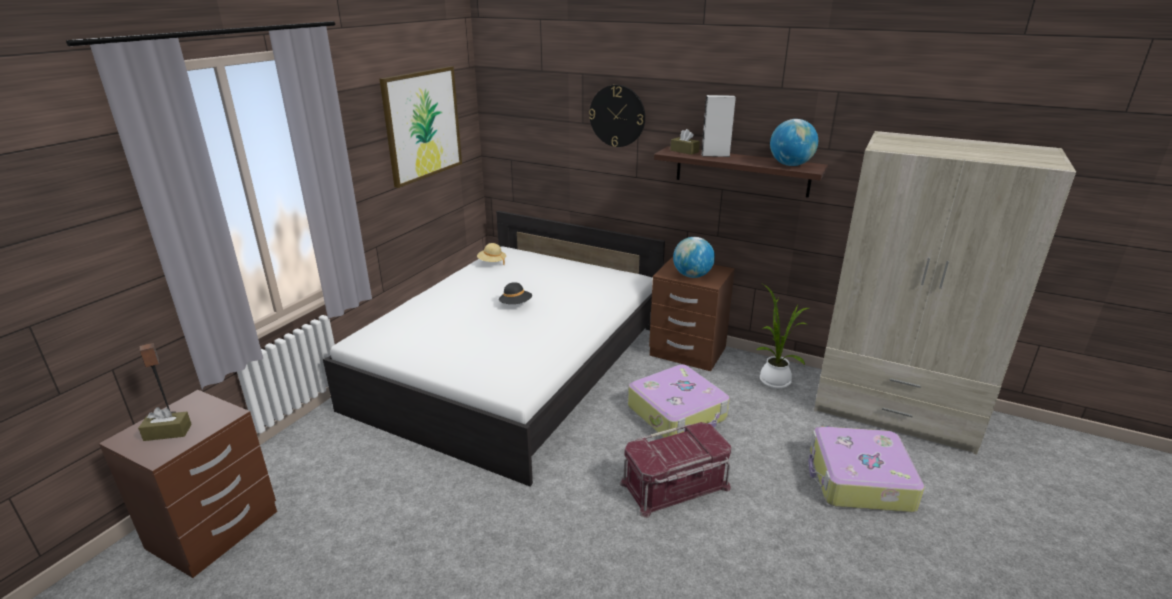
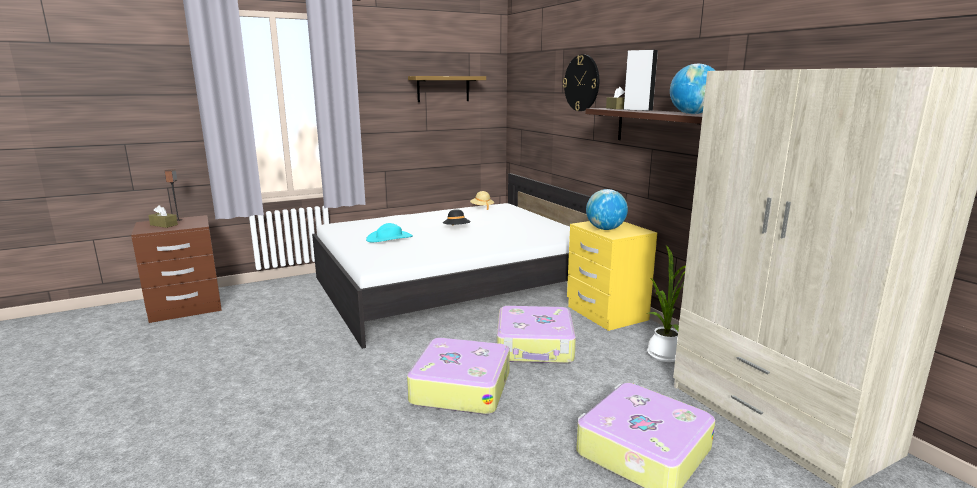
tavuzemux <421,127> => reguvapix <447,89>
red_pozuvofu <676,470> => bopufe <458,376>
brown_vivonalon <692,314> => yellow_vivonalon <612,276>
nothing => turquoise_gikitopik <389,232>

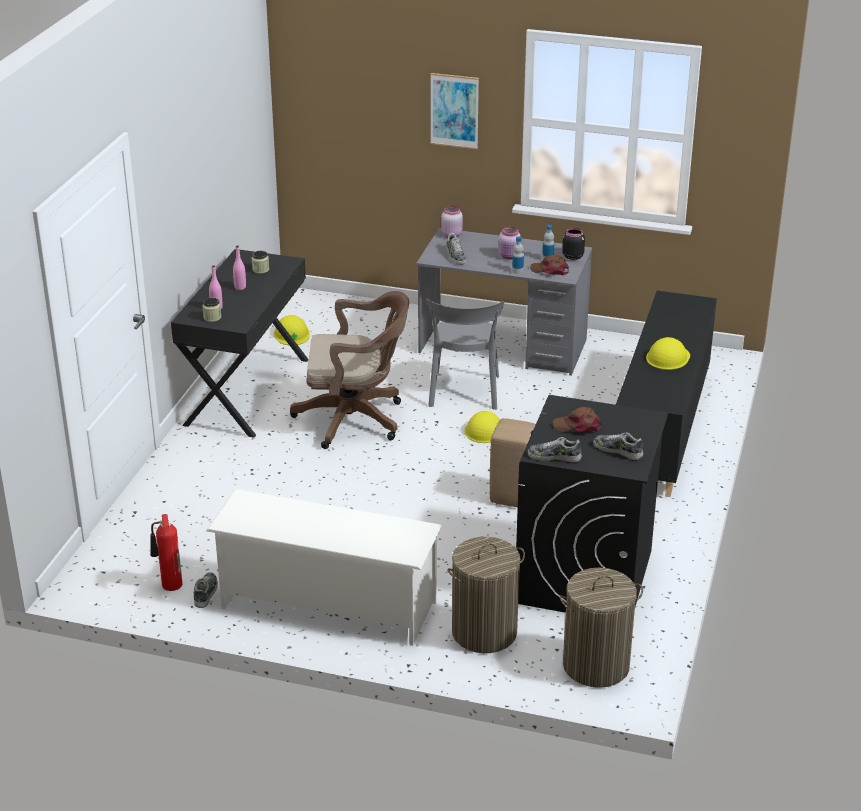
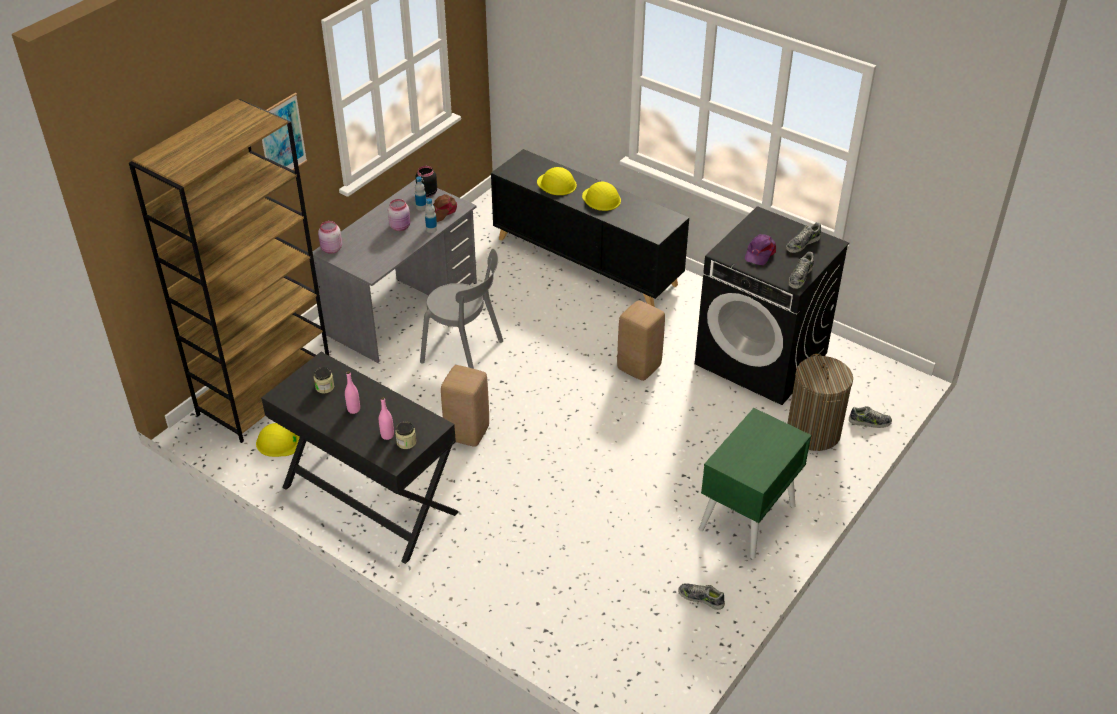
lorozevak <166,552> => nothing
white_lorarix <324,567> => green_vivonalon <755,483>
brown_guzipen <349,370> => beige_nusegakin <465,406>
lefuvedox <456,249> => lefuvedox <870,417>, relocated
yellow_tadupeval <482,427> => yellow_tadupeval <557,181>, relocated
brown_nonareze <577,419> => purple_nonareze <760,249>
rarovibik <601,628> => nothing
nothing => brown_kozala <229,271>

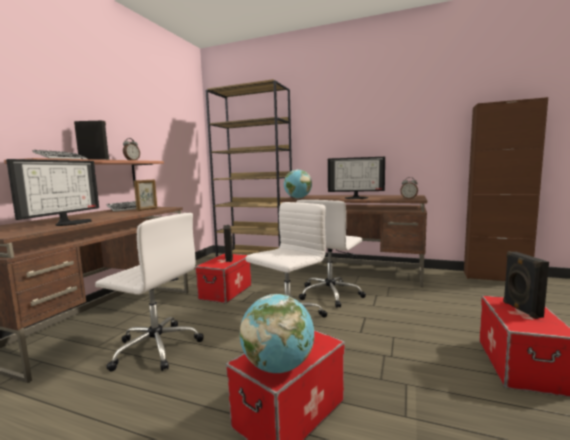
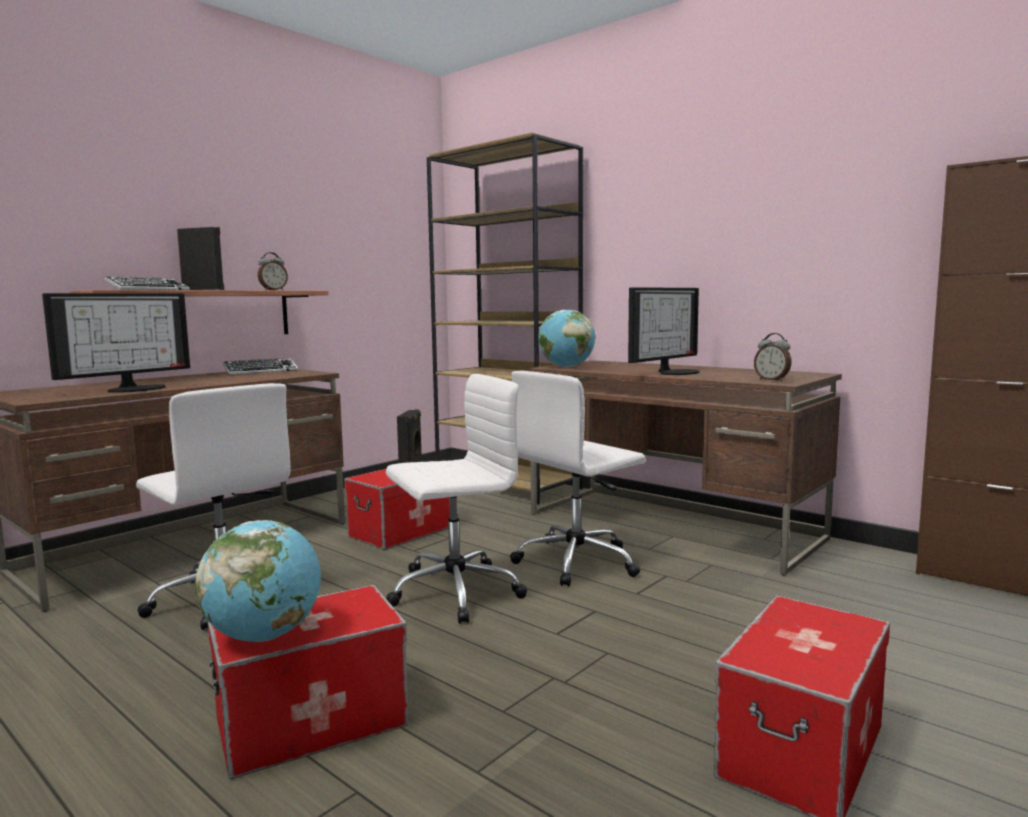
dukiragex <145,195> => nothing
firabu <356,178> => firabu <663,331>, 75 degrees counterclockwise
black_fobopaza <526,285> => nothing

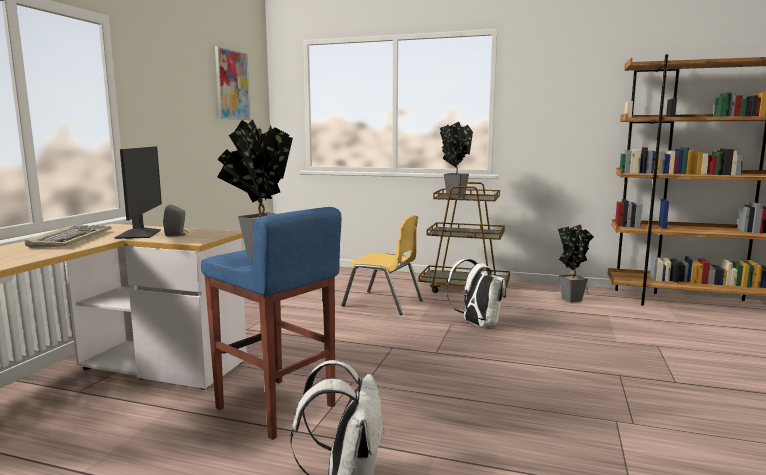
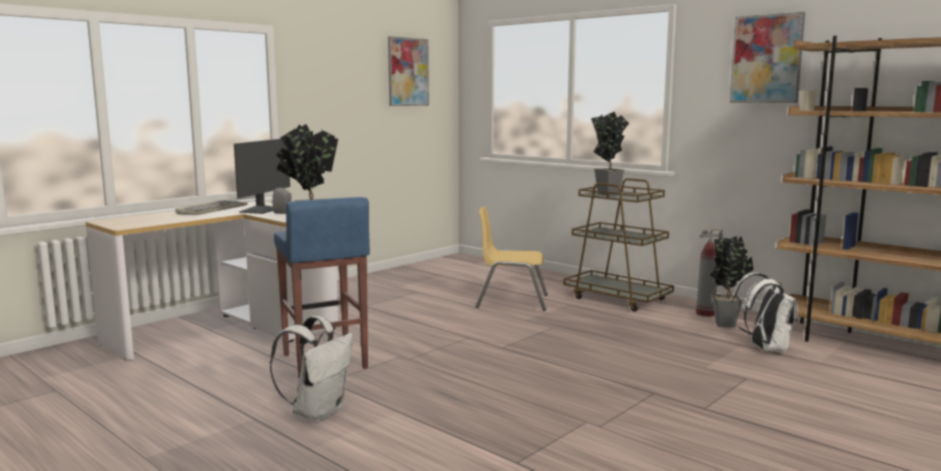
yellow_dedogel <382,265> => yellow_dedogel <512,259>, 135 degrees clockwise
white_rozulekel <476,293> => white_rozulekel <764,313>, relocated
nothing => lorozevak <709,273>
nothing => tavuzemux <767,57>

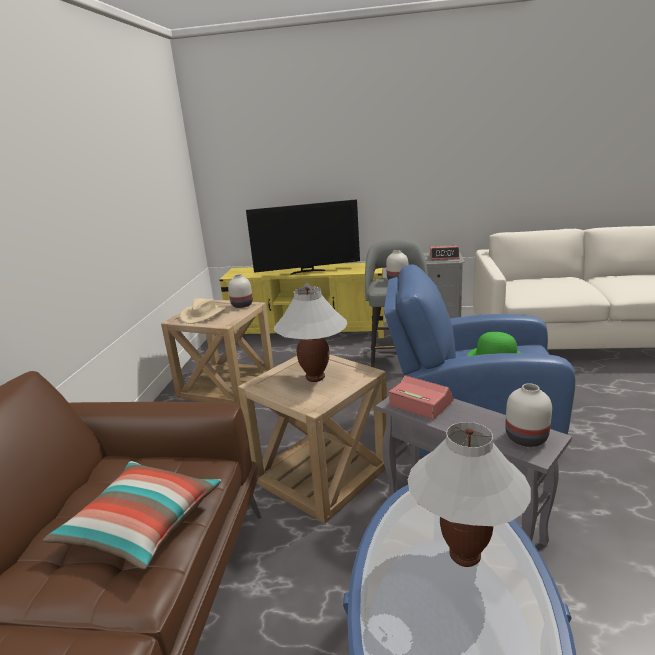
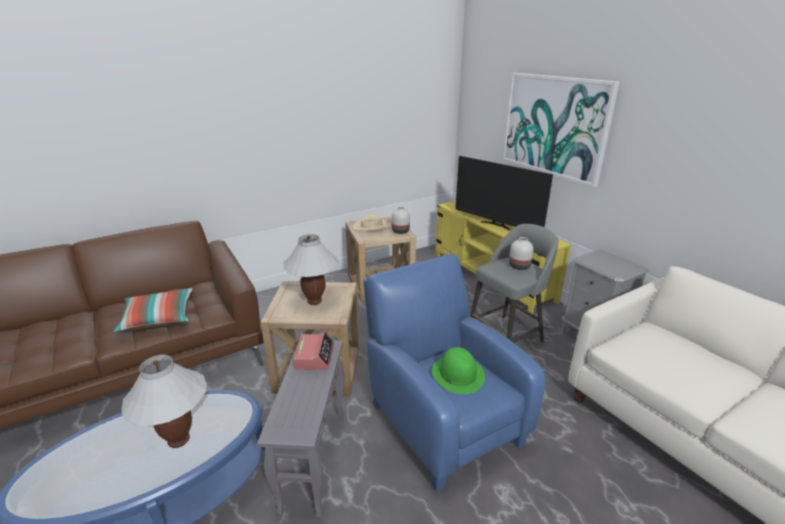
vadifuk <445,253> => nothing
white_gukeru <528,415> => nothing
nothing => tavuzemux <561,130>

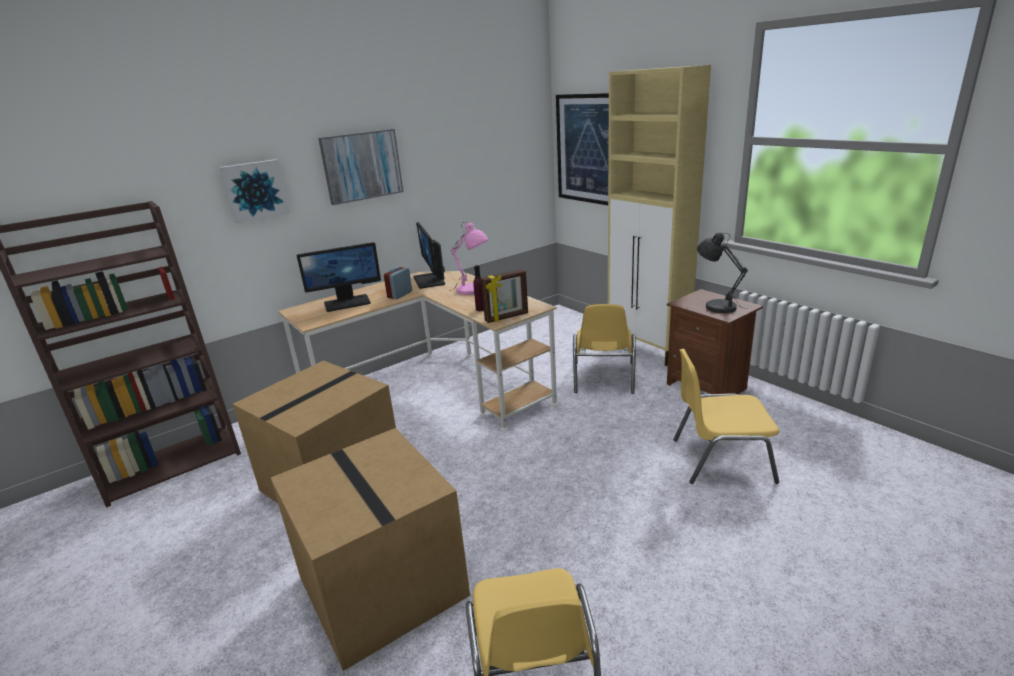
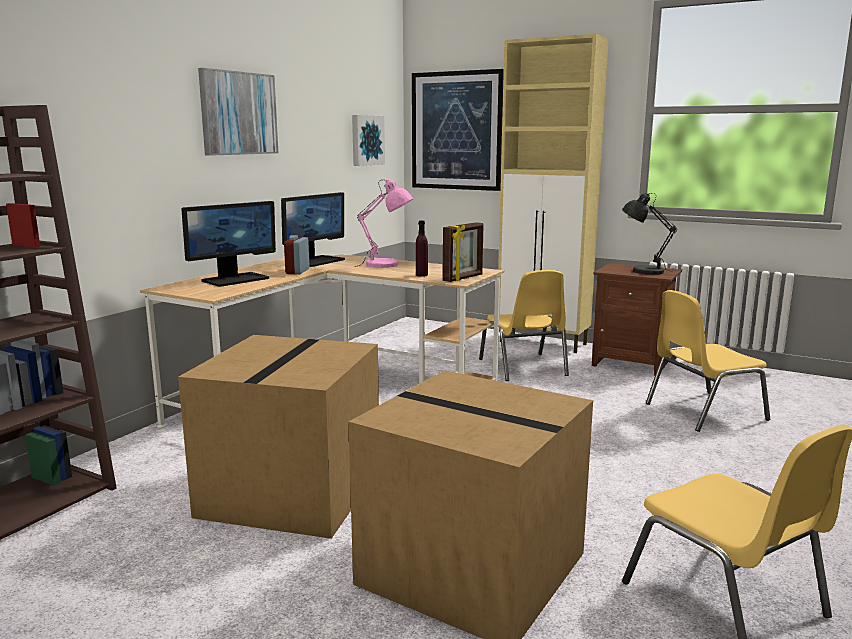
tavuzemux <254,191> => tavuzemux <368,140>, relocated
firabu <429,255> => firabu <313,229>, 105 degrees counterclockwise

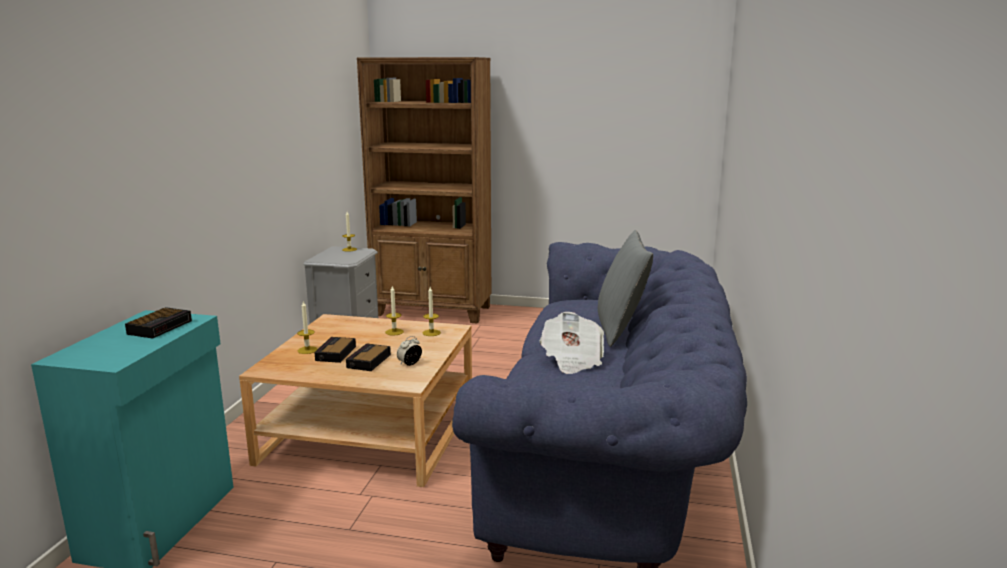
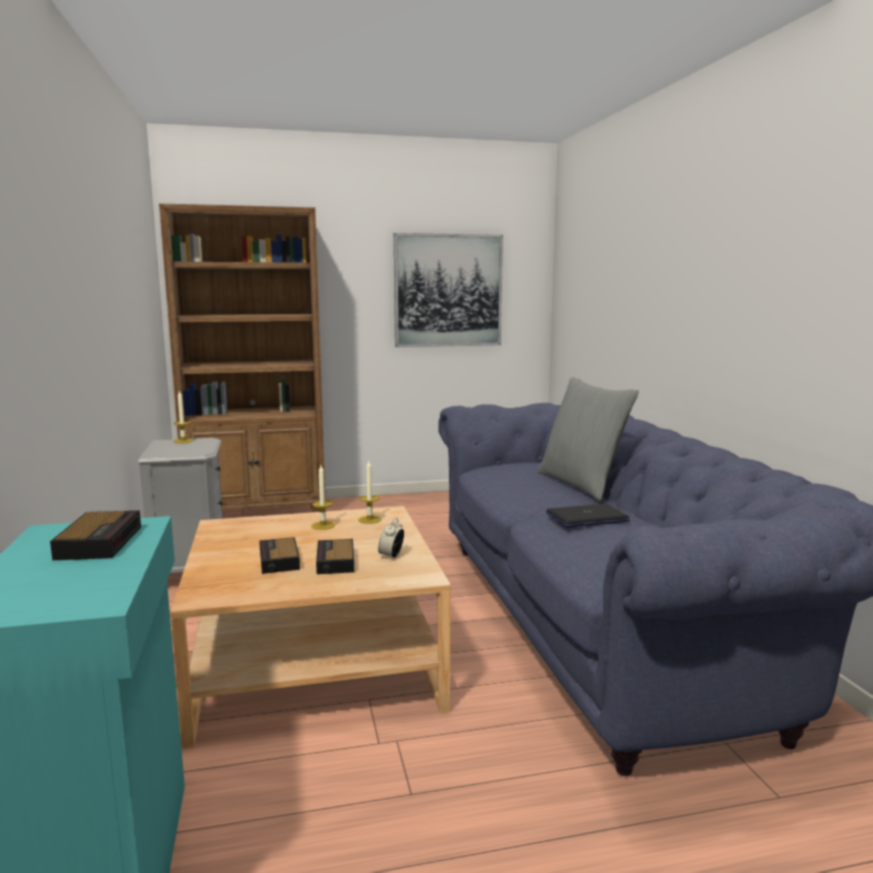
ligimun <307,328> => nothing
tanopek <572,343> => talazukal <588,515>
nothing => tavuzemux <448,290>

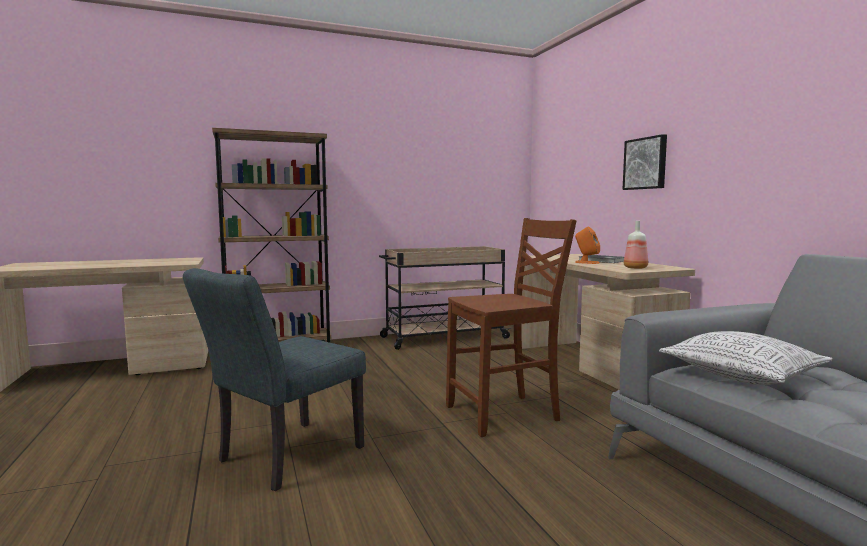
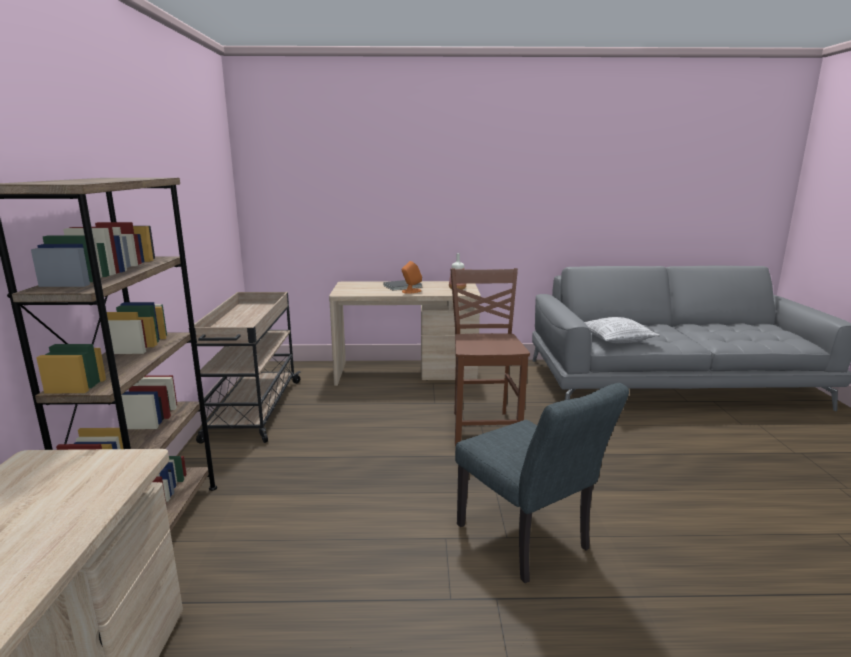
tavuzemux <644,162> => nothing

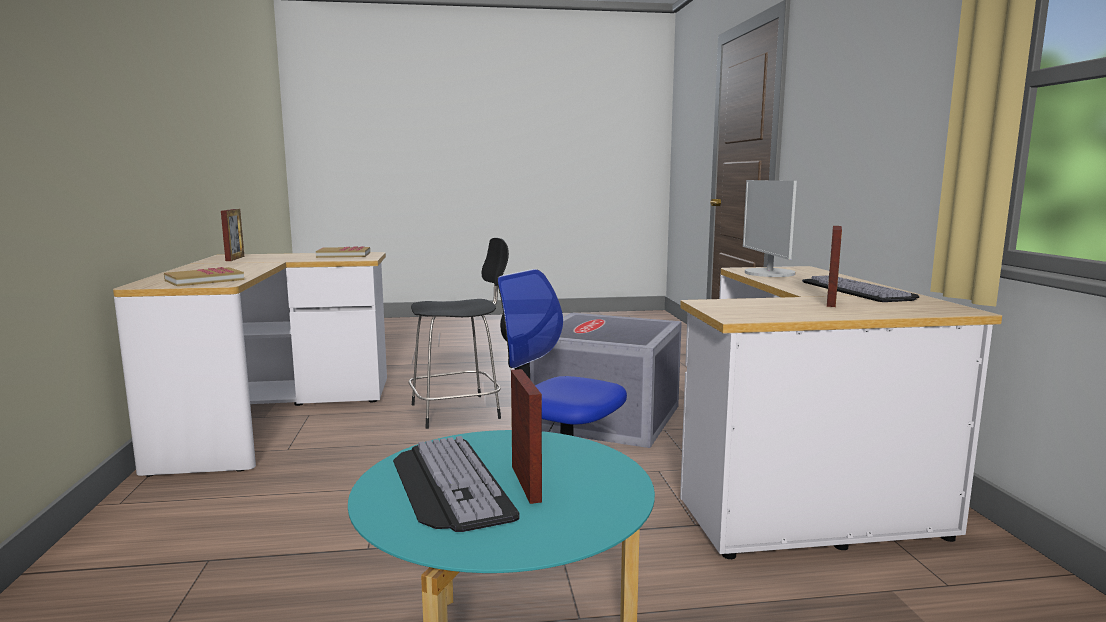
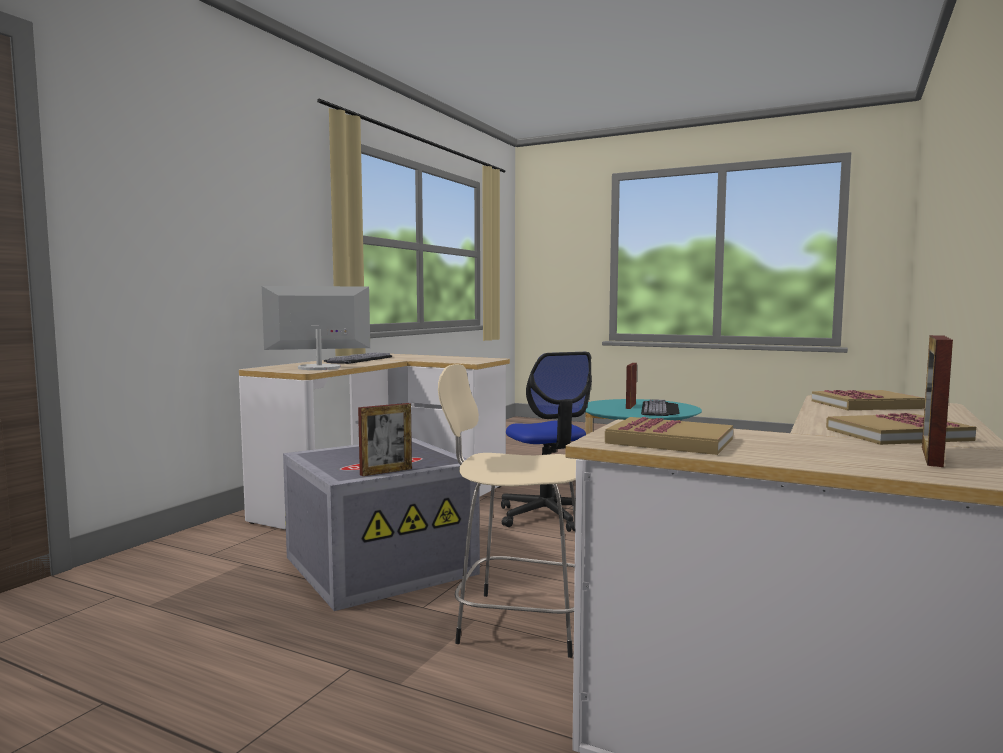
black_nusegakin <458,333> => beige_nusegakin <507,511>
firabu <770,228> => firabu <316,328>, 135 degrees counterclockwise
dukiragex <834,266> => dukiragex <385,439>, relocated
nothing => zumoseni <901,429>

